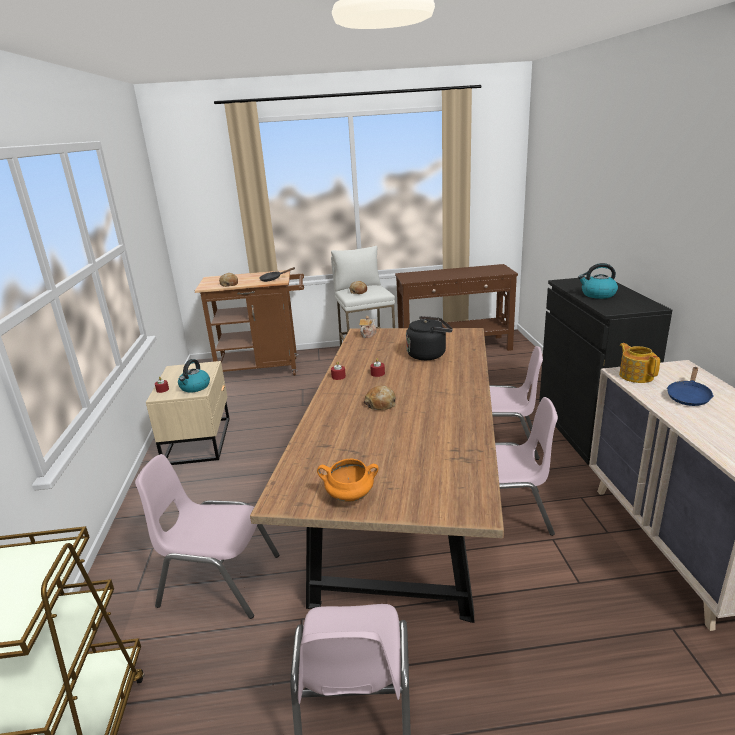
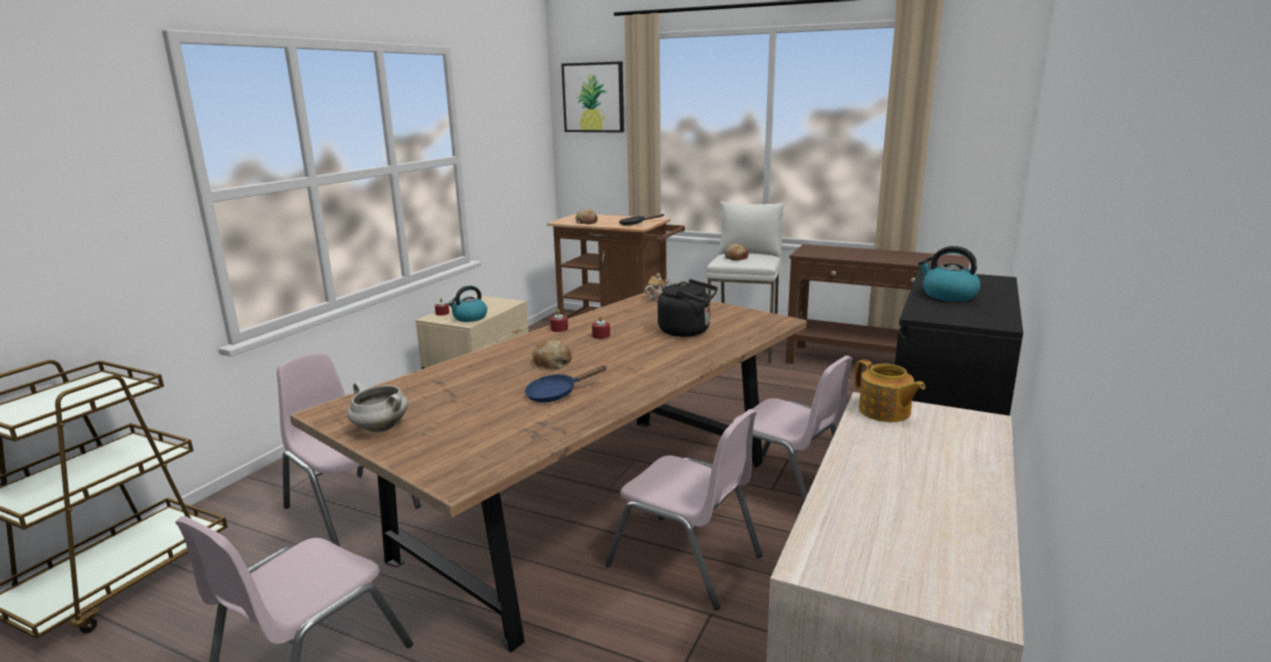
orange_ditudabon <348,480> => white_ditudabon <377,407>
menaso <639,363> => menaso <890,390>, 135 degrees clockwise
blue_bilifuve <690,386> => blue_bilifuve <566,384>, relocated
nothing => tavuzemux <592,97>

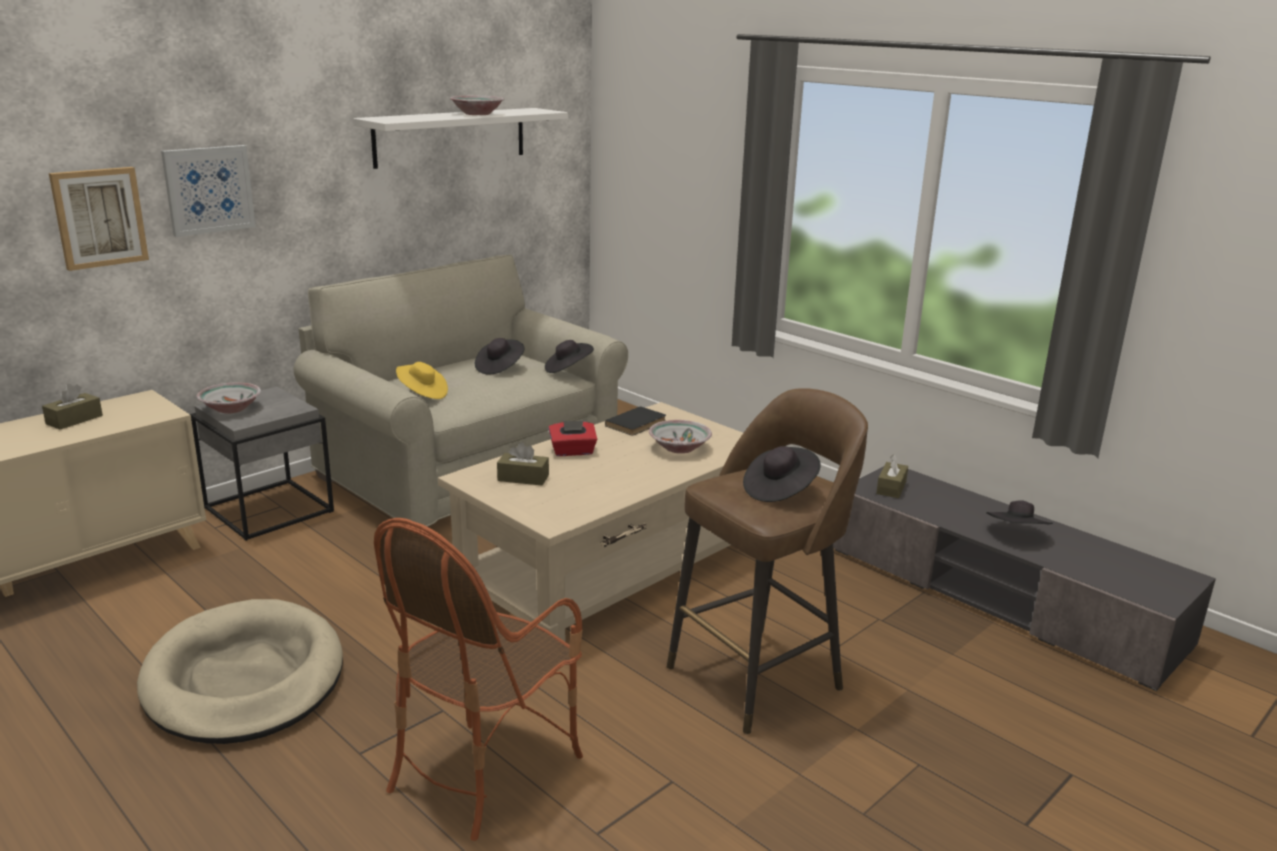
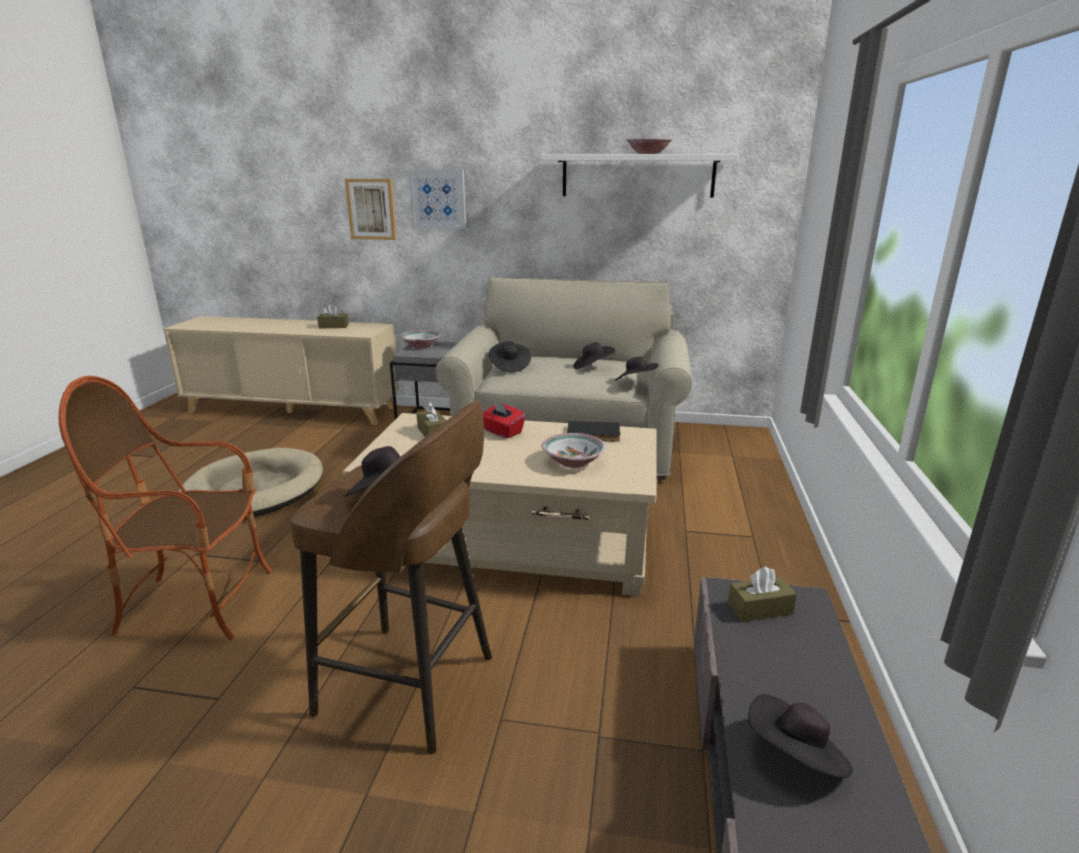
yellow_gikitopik <422,380> => black_gikitopik <510,356>

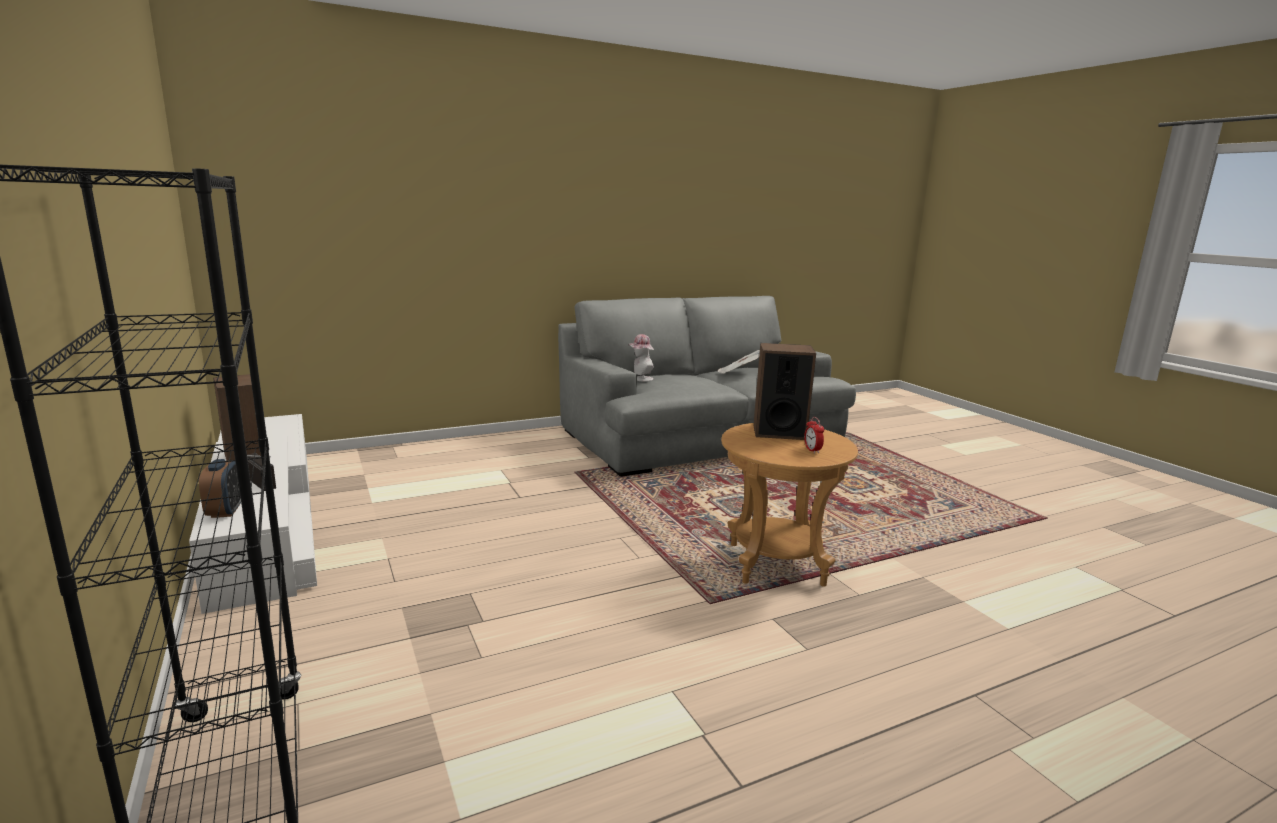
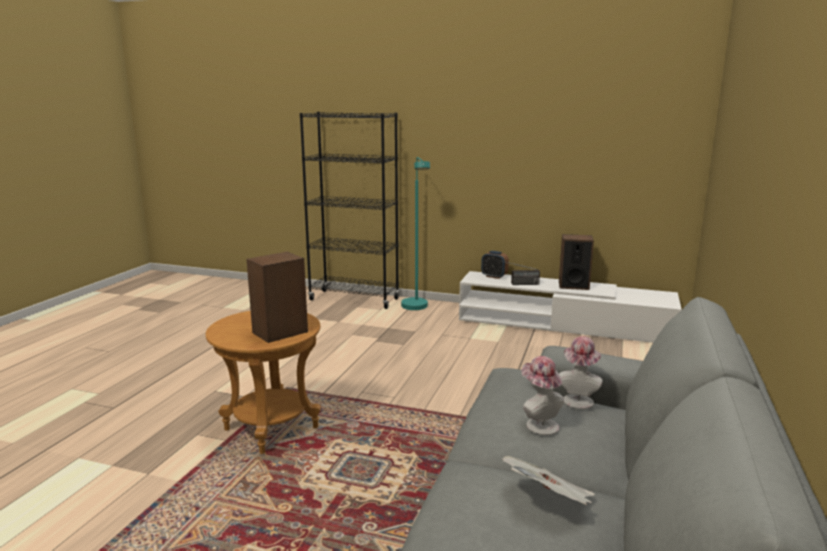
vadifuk <814,435> => nothing
nothing => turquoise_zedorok <415,233>
nothing => gikitopik <543,395>

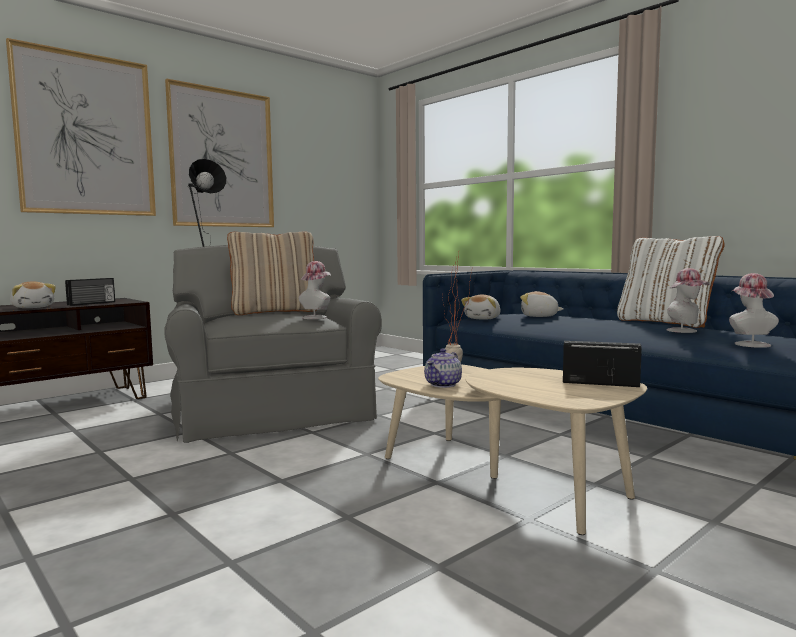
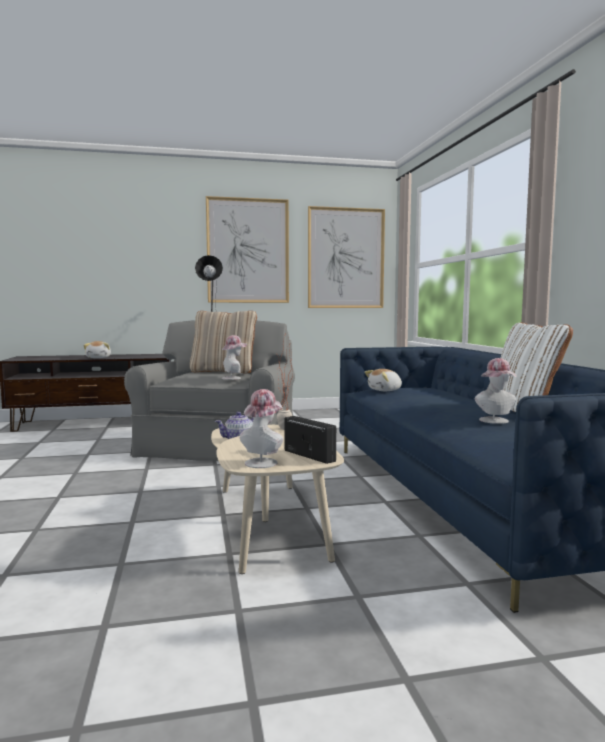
tavuzemux <81,127> => tavuzemux <346,257>, relocated
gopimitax <90,292> => nothing
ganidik <541,304> => nothing
gikitopik <754,310> => gikitopik <261,428>, relocated

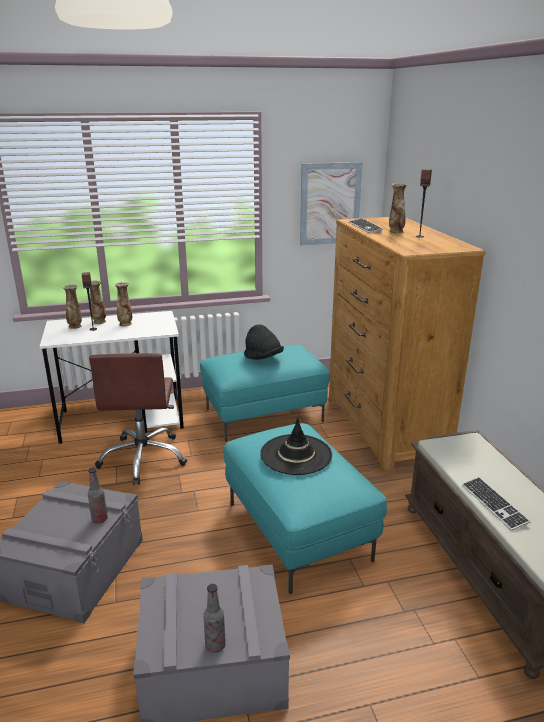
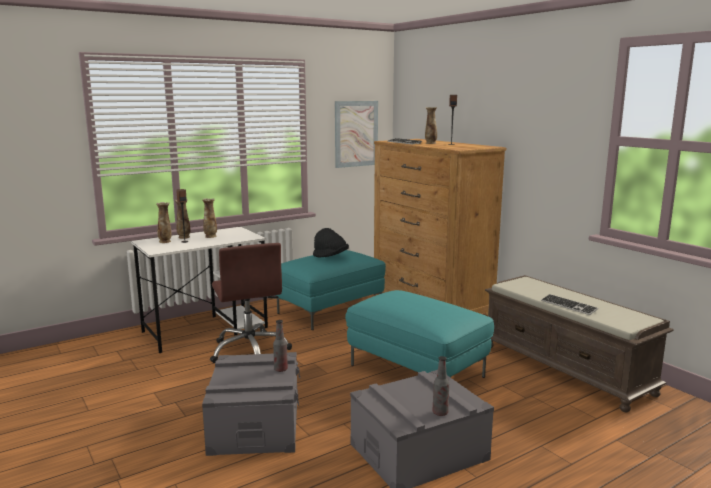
black_gikitopik <296,446> => nothing

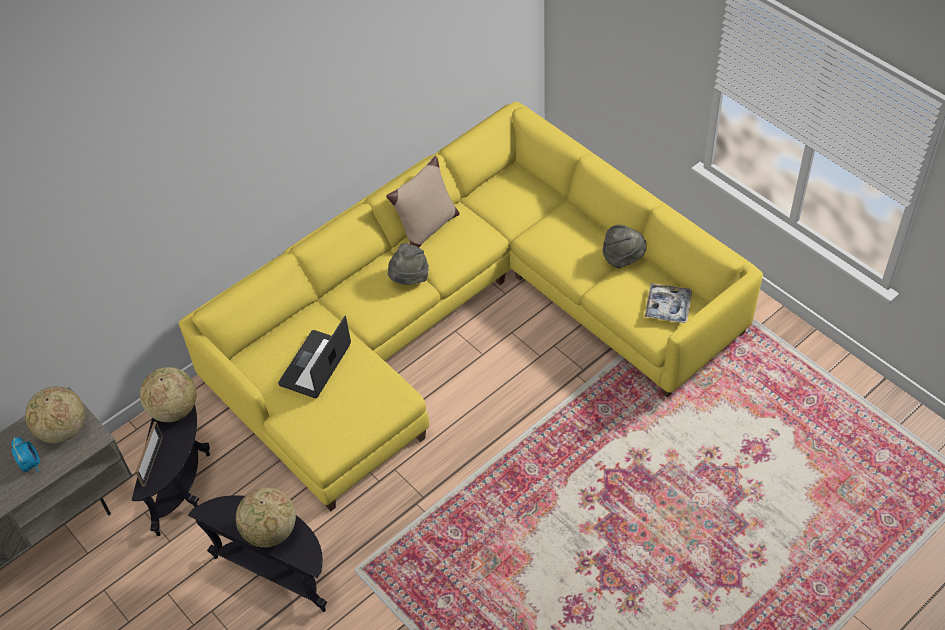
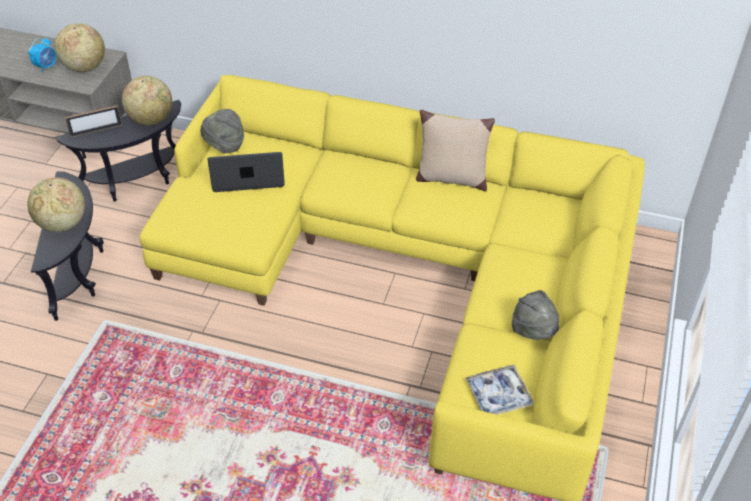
grey_gikitopik <408,264> => grey_gikitopik <222,131>, relocated

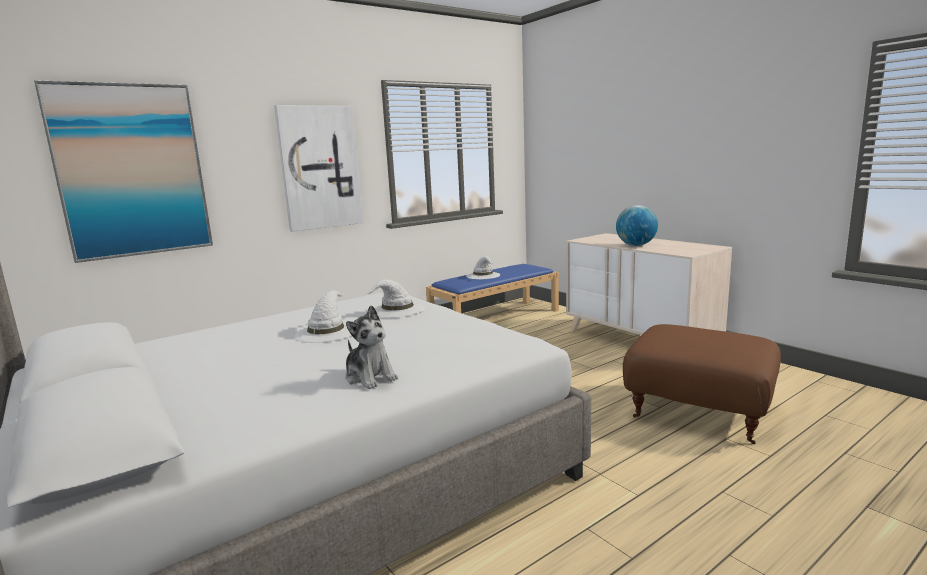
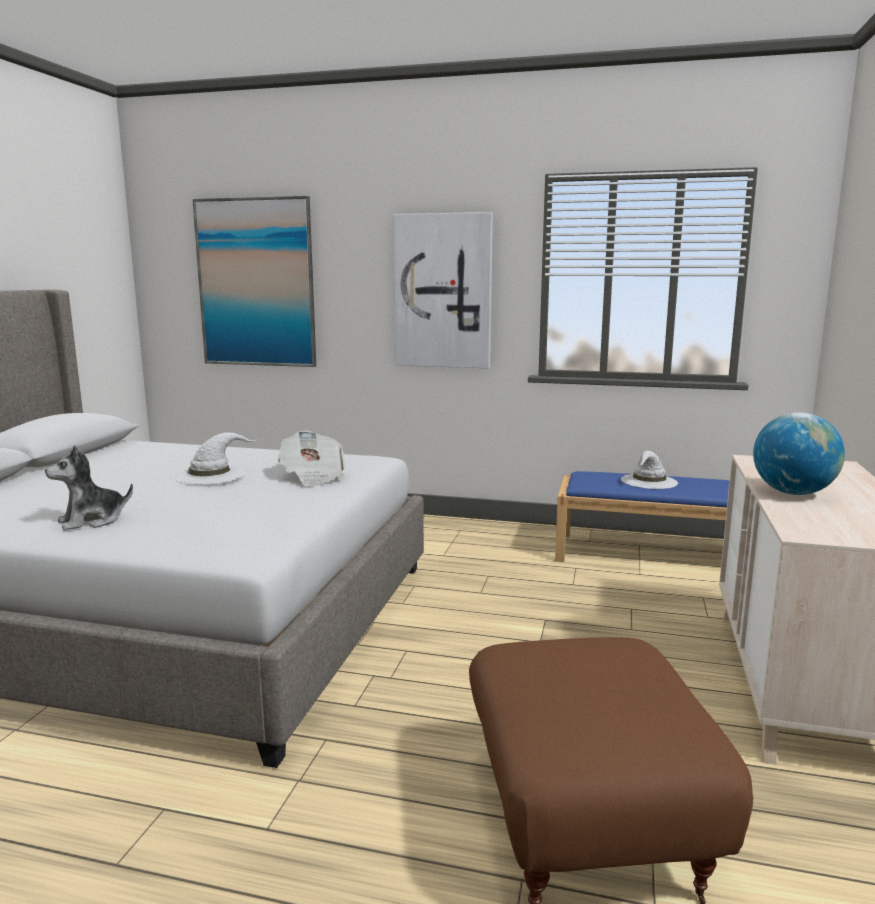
ganidik <371,347> => ganidik <89,488>, 45 degrees clockwise
white_gikitopik <395,299> => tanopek <311,458>

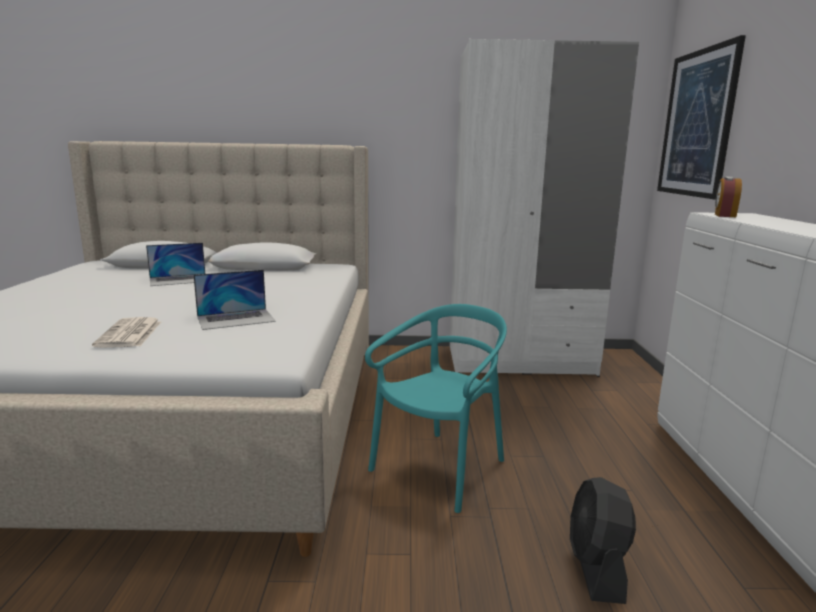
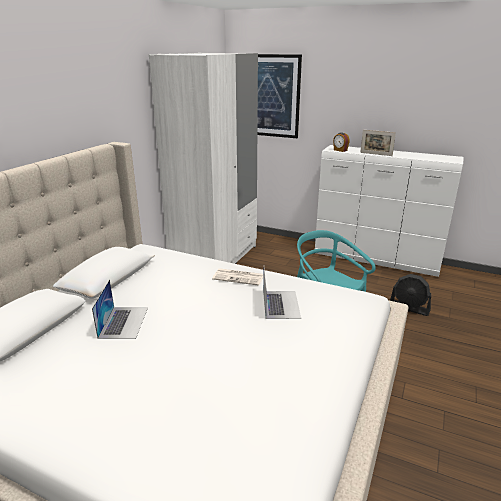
tanopek <126,332> => tanopek <238,277>, relocated
nothing => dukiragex <378,143>

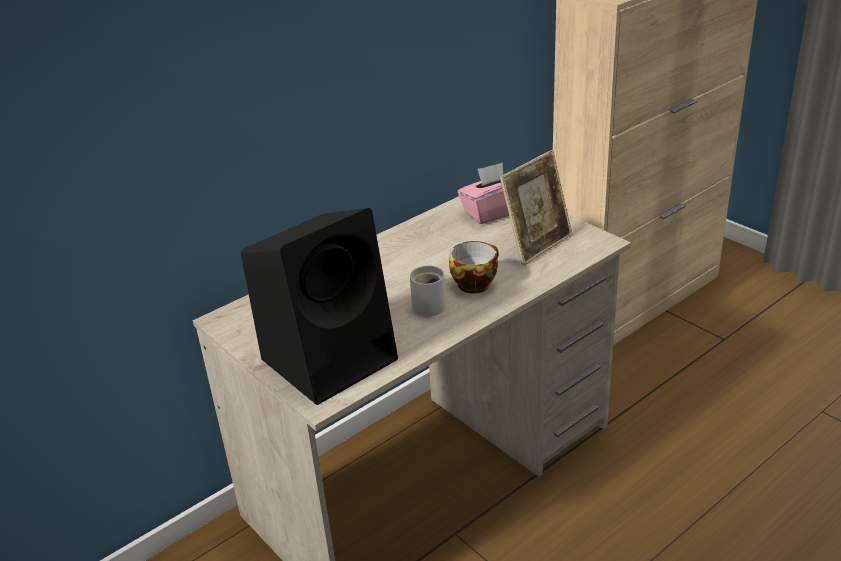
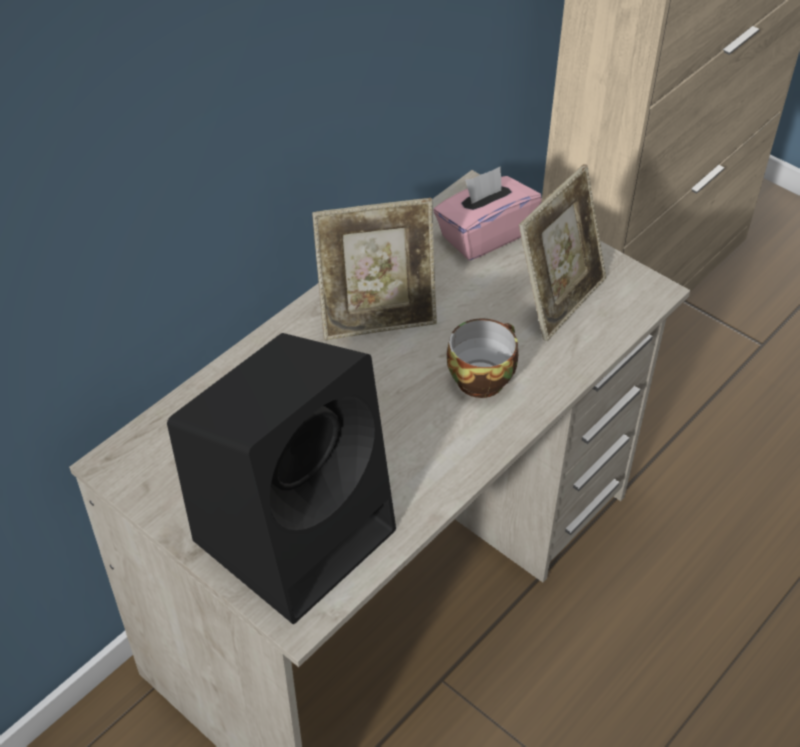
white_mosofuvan <428,291> => nothing
nothing => dukiragex <374,269>

